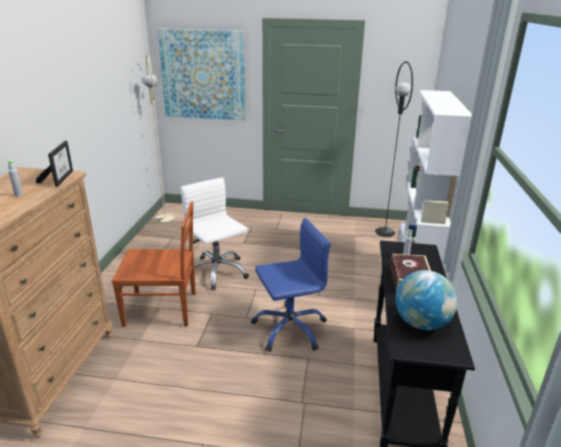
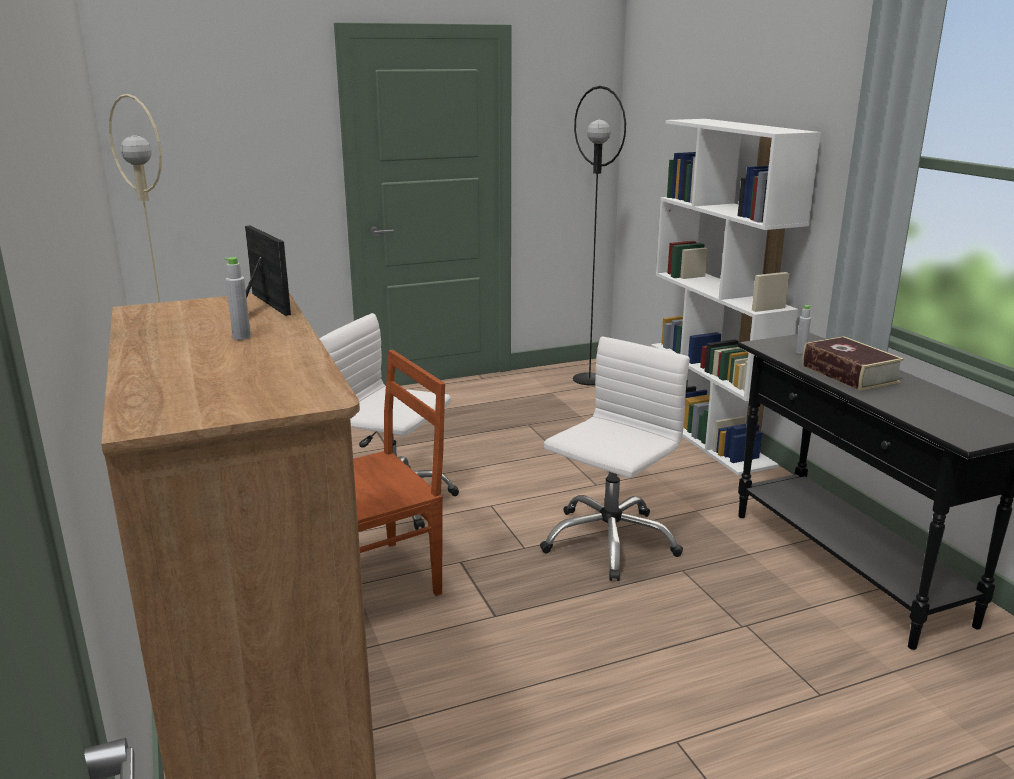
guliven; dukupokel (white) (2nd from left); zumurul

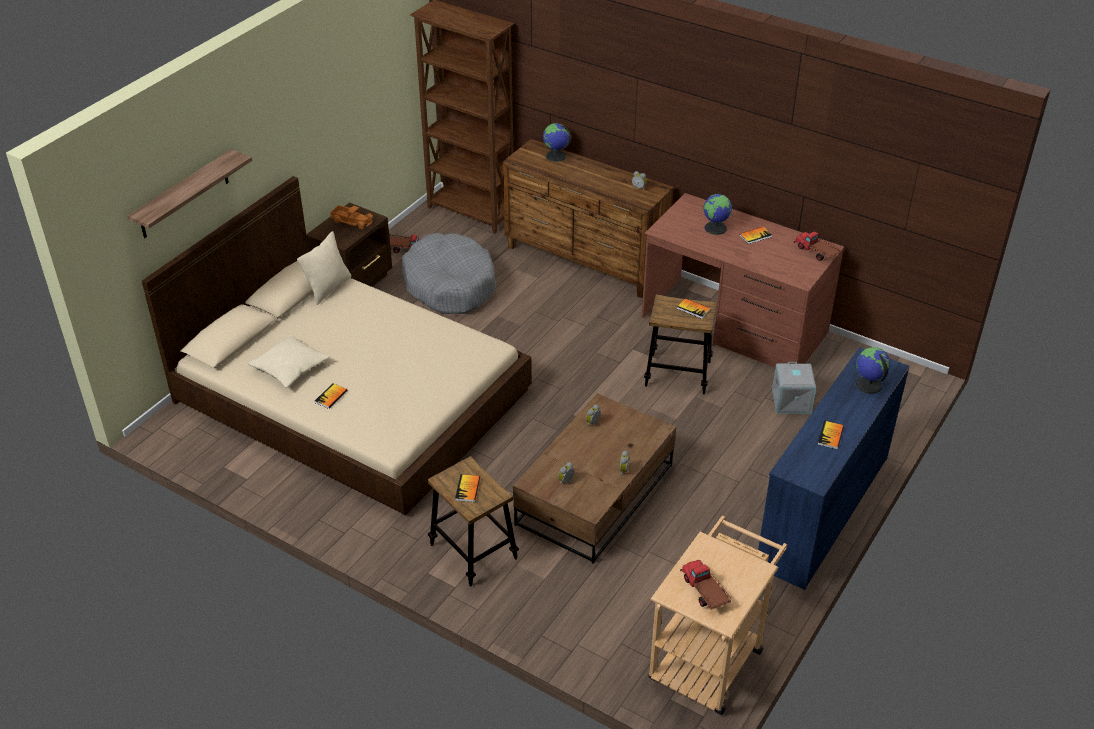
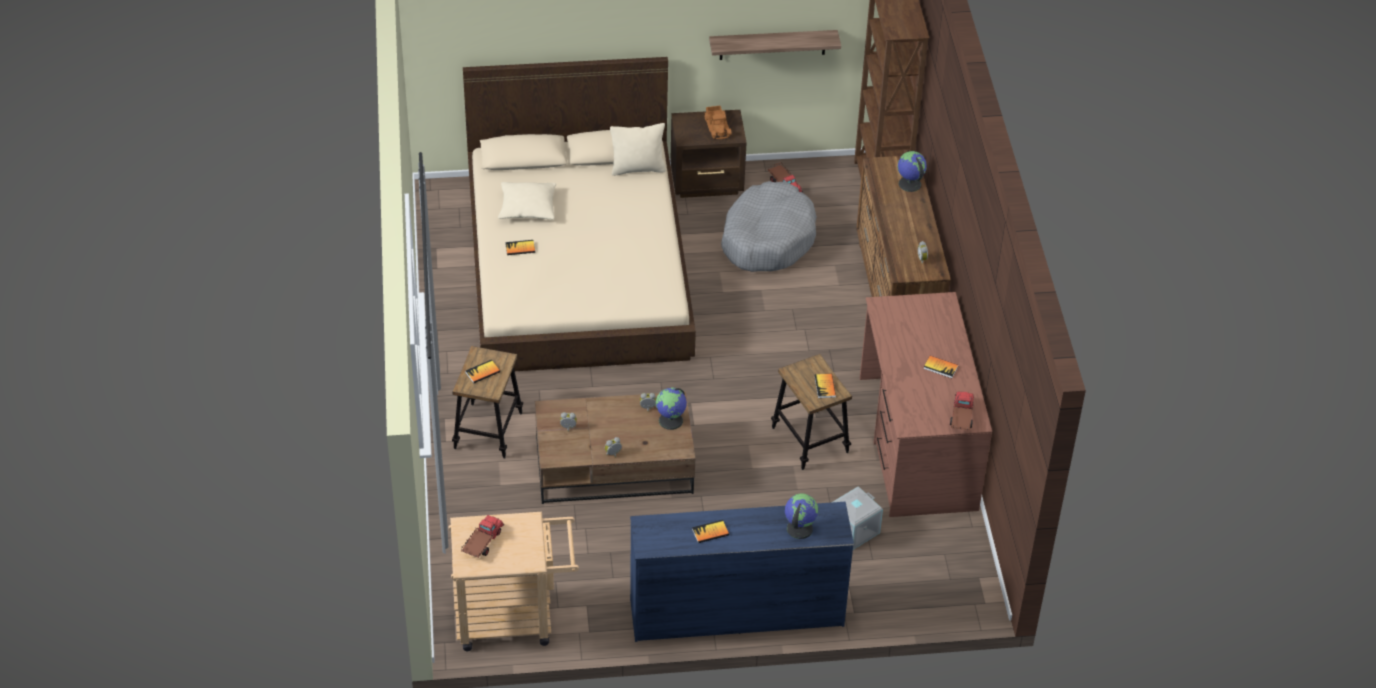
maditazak; zumurul (1st from left)

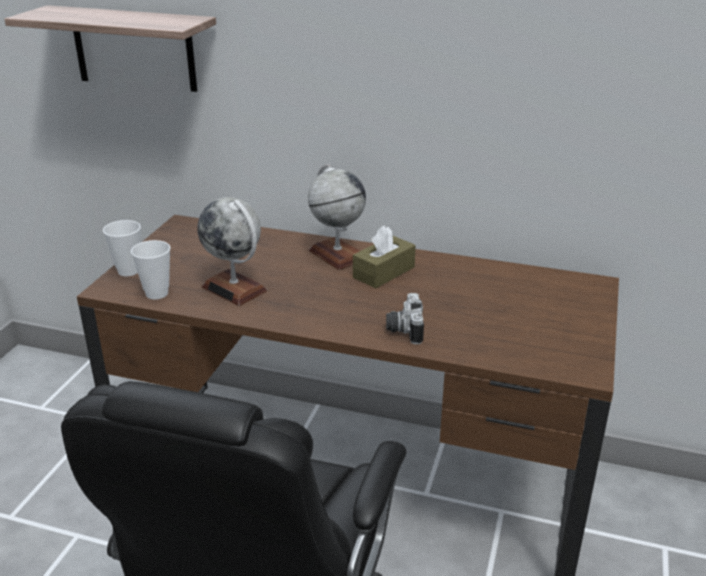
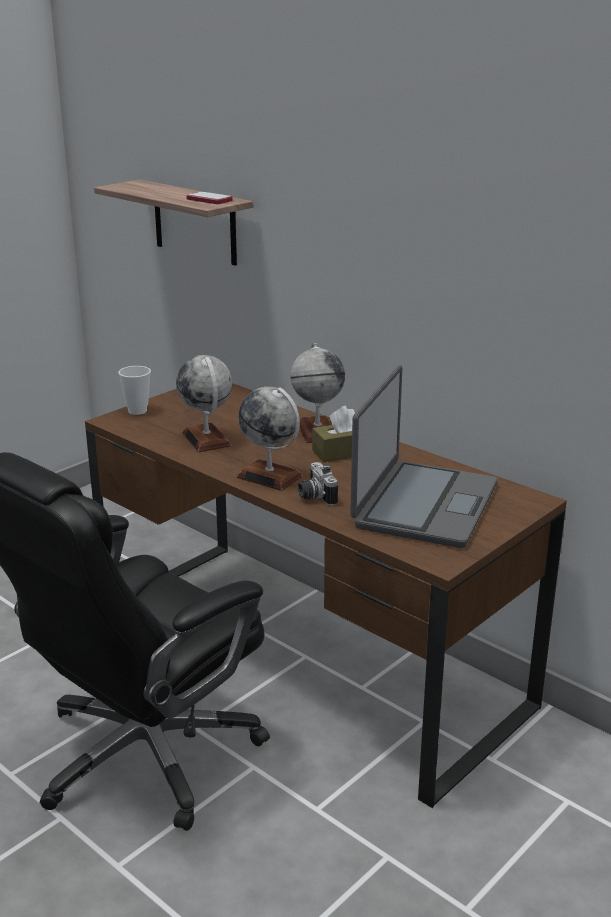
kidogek (2nd from left in the first image); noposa; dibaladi; zumurul (2nd from left); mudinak

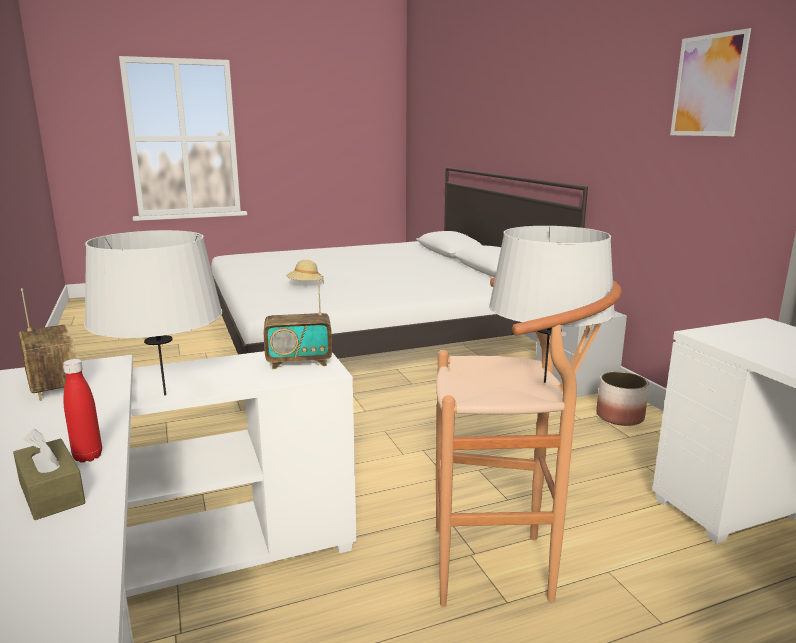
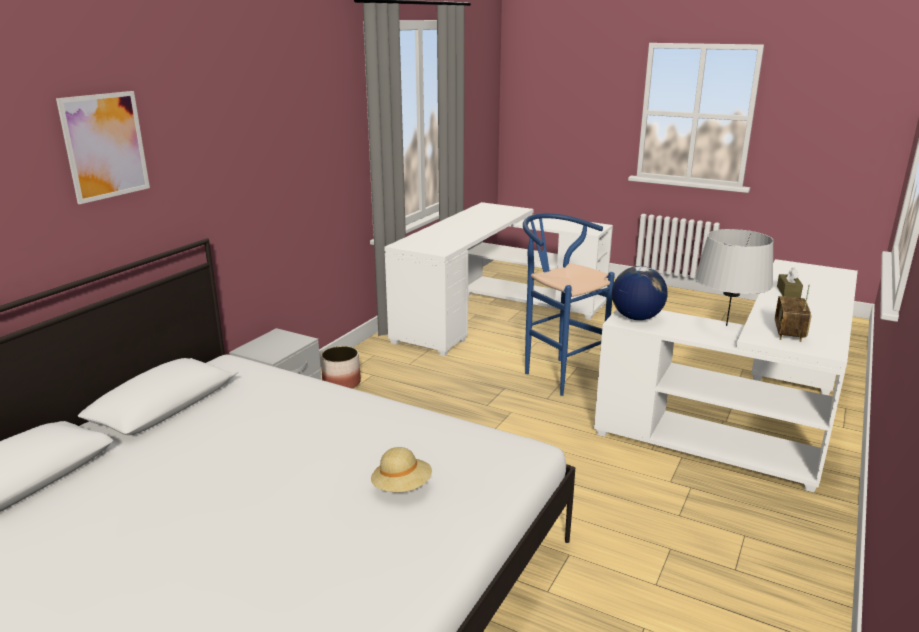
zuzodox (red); zumurul; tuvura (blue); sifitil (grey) (2nd from left in the first image); guliven

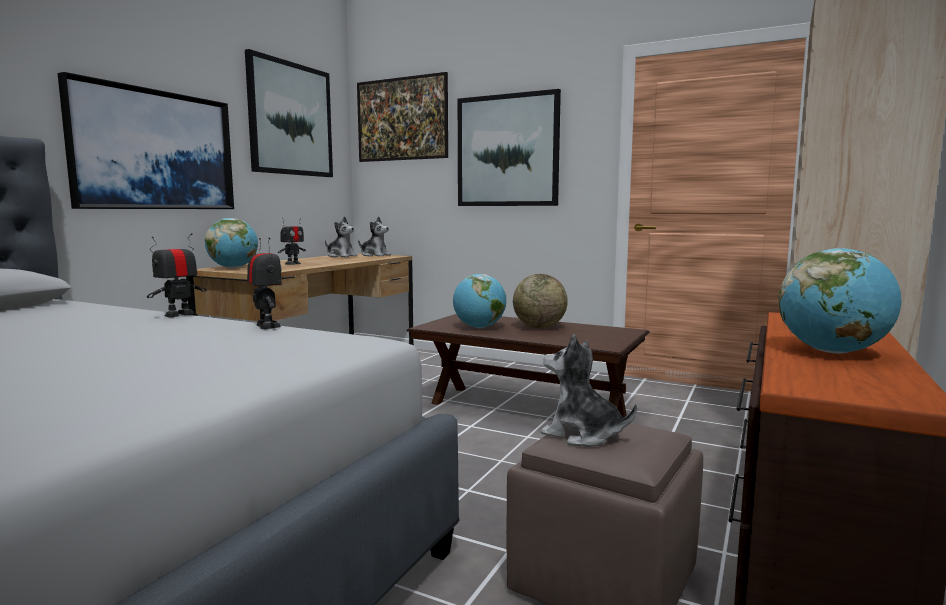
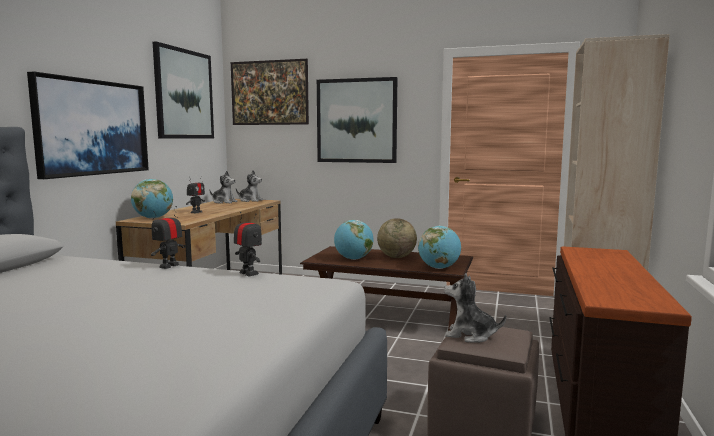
zumurul (4th from left)

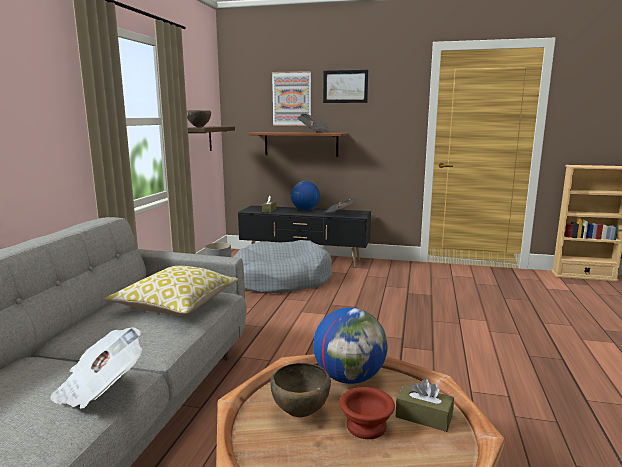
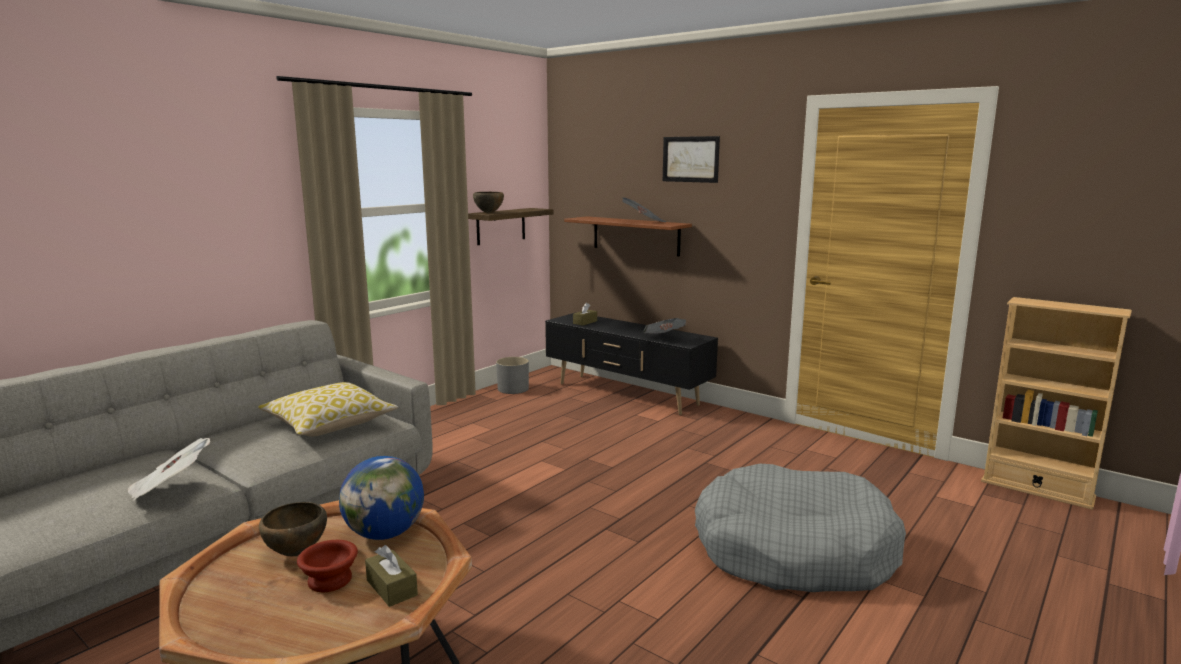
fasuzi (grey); guliven (1st from left in the first image); zumurul (1st from left in the first image)

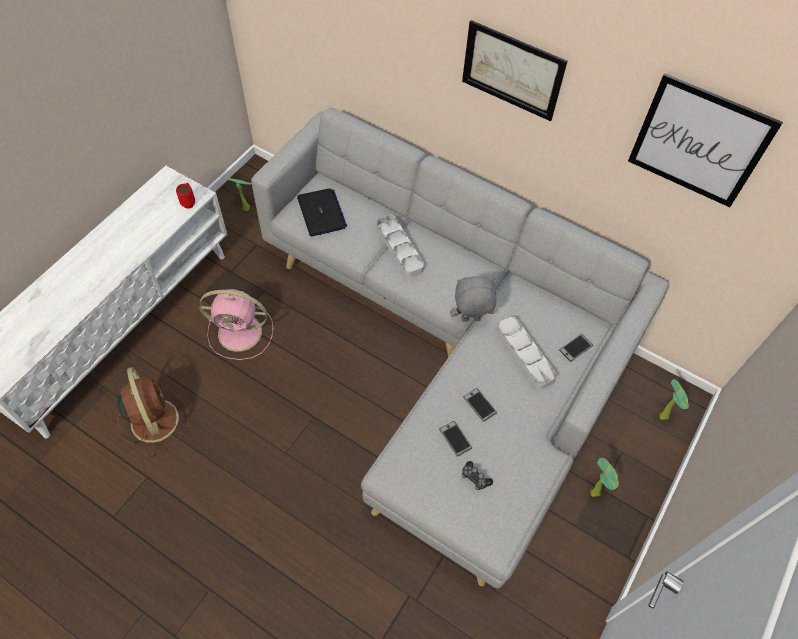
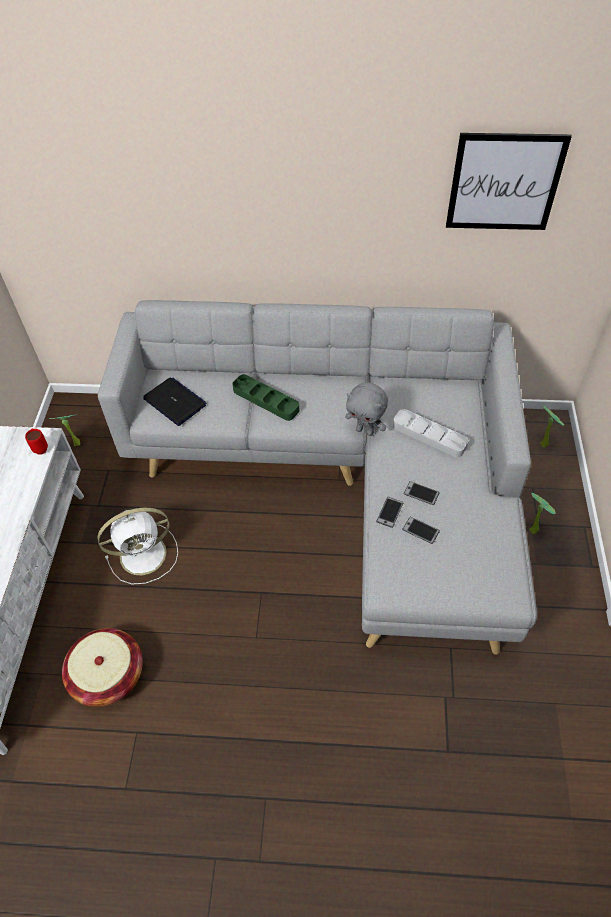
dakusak; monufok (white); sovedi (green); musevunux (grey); guliven (1st from left in the first image); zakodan; dibaladi (1st from left)

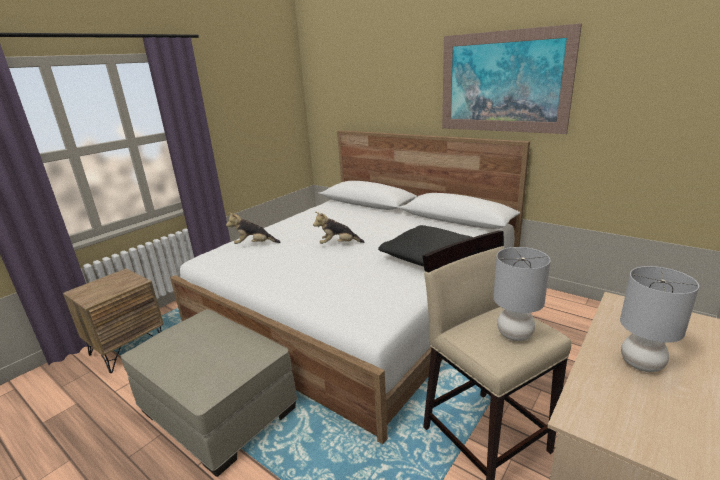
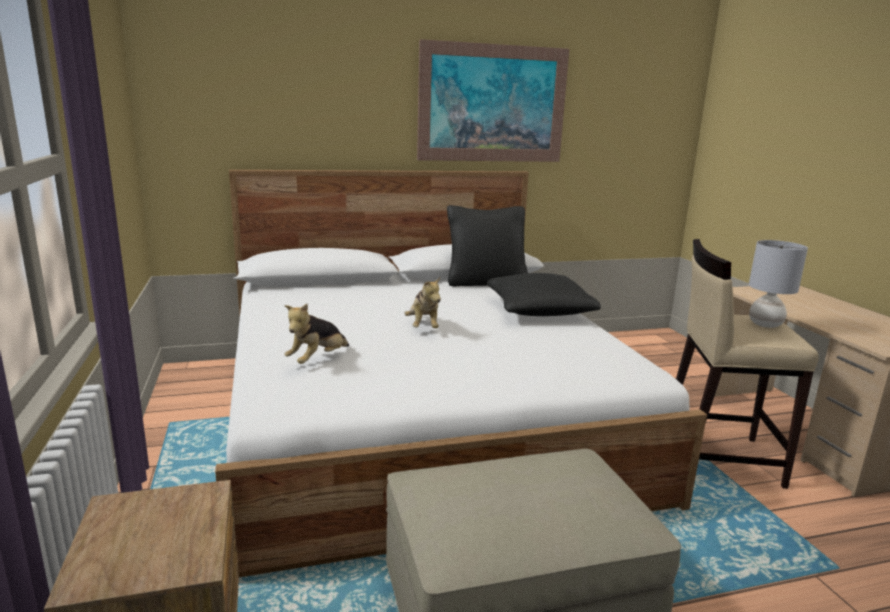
musevunux (2nd from left); sifitil (grey) (2nd from left in the first image); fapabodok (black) (1st from left)

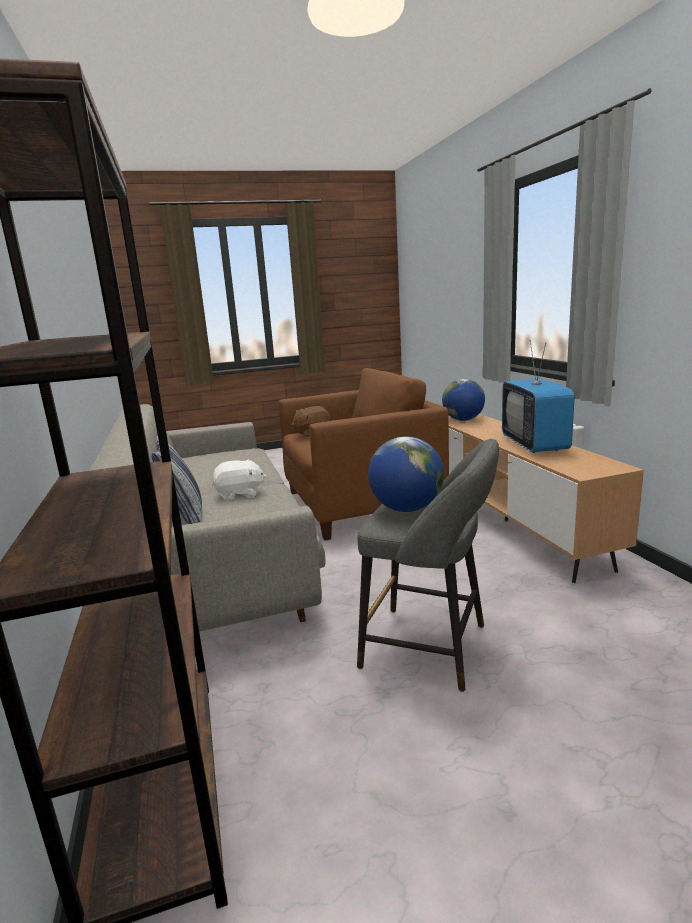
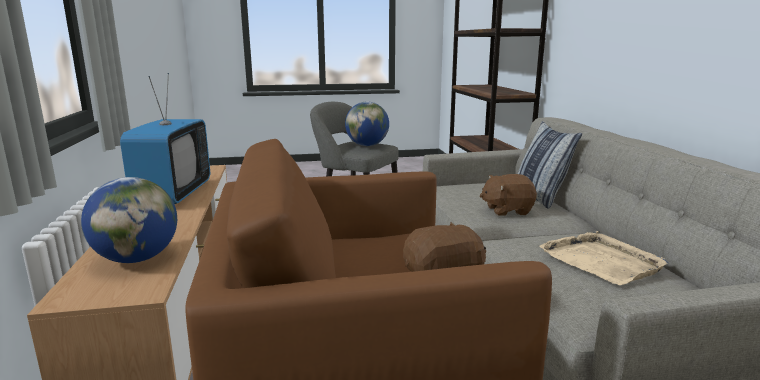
musevunux (brown) (2nd from left); sovedi (beige)

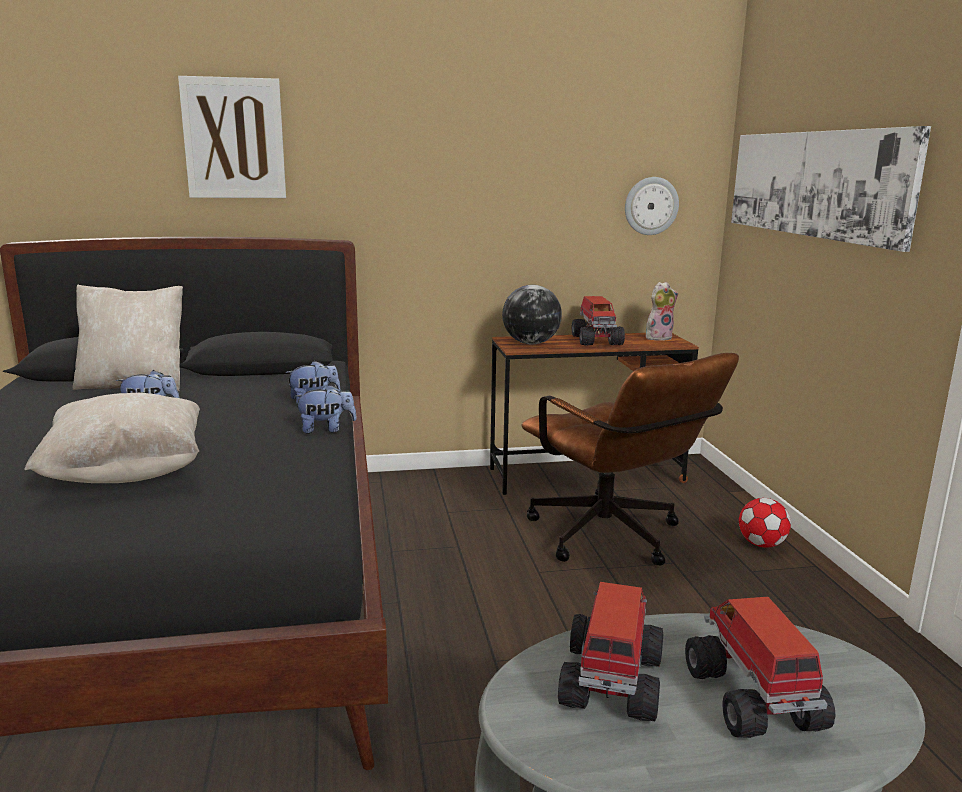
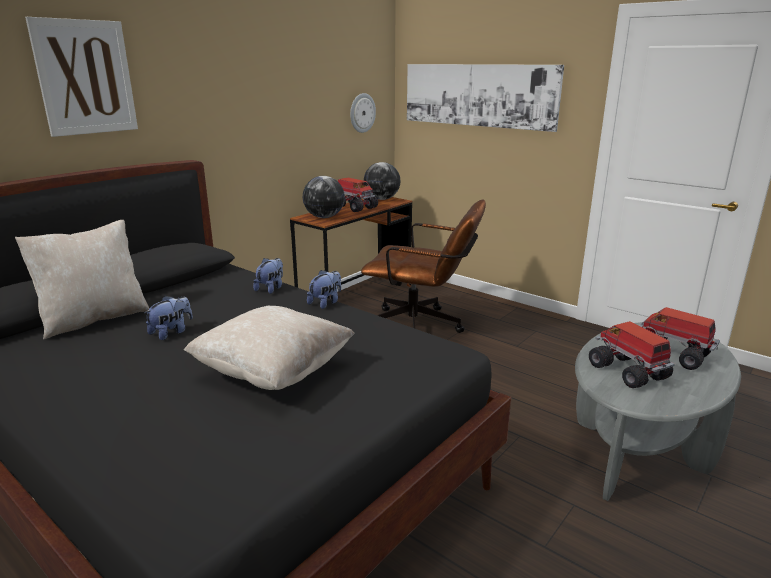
zumurul (2nd from left); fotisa

